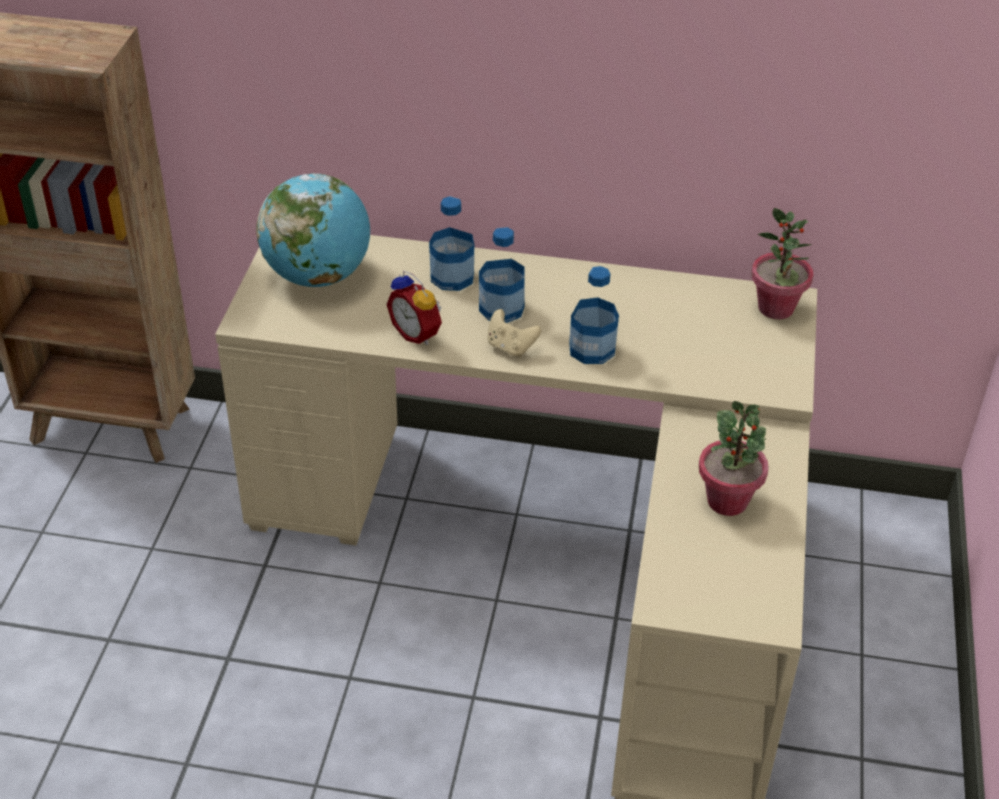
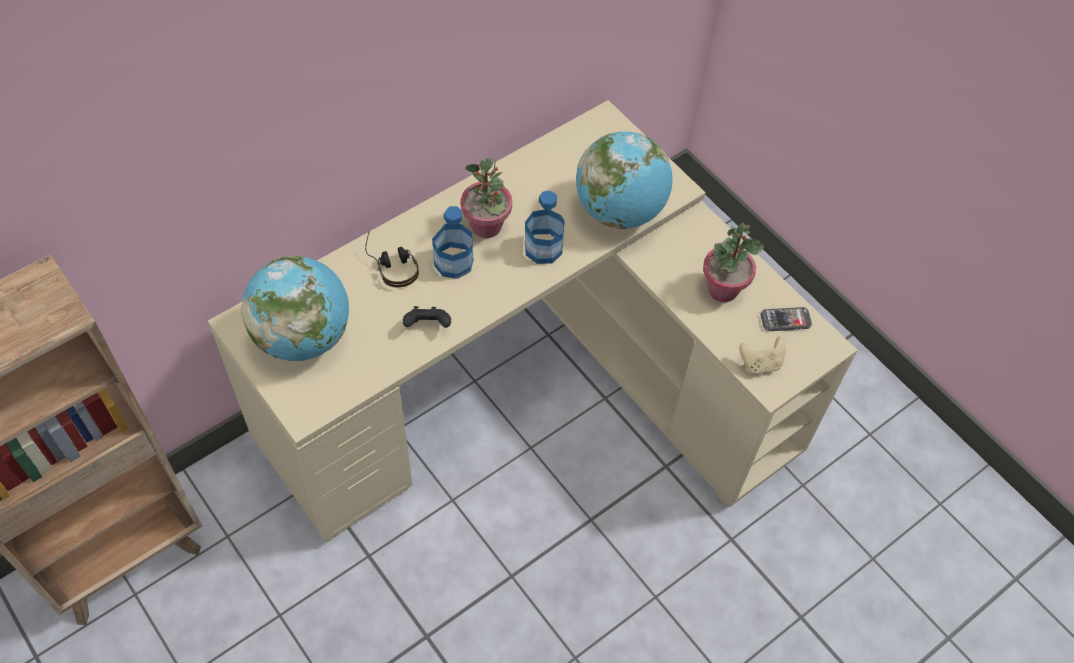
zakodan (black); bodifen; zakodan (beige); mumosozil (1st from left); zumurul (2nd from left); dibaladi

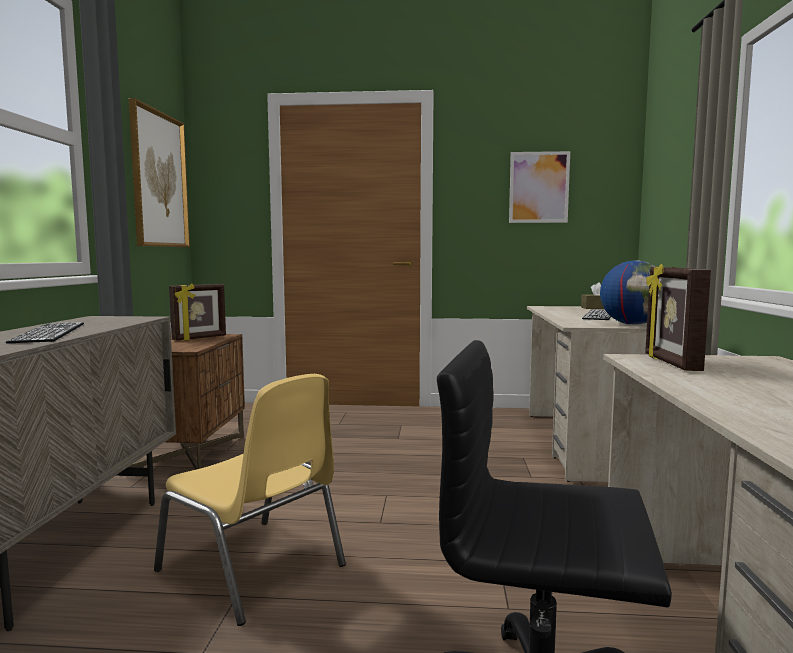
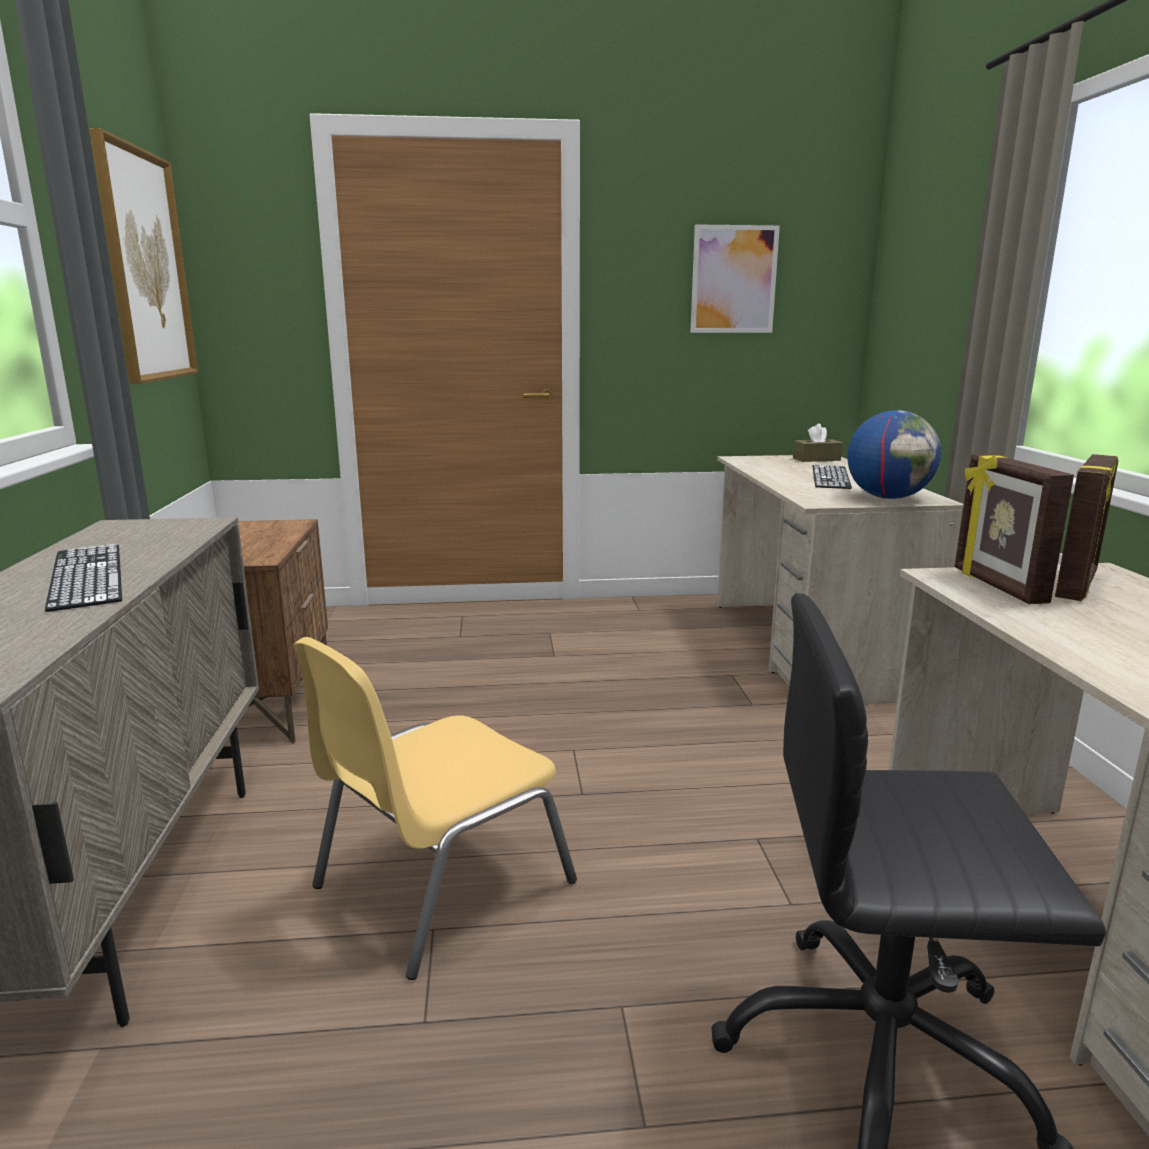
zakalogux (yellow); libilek (2nd from left)

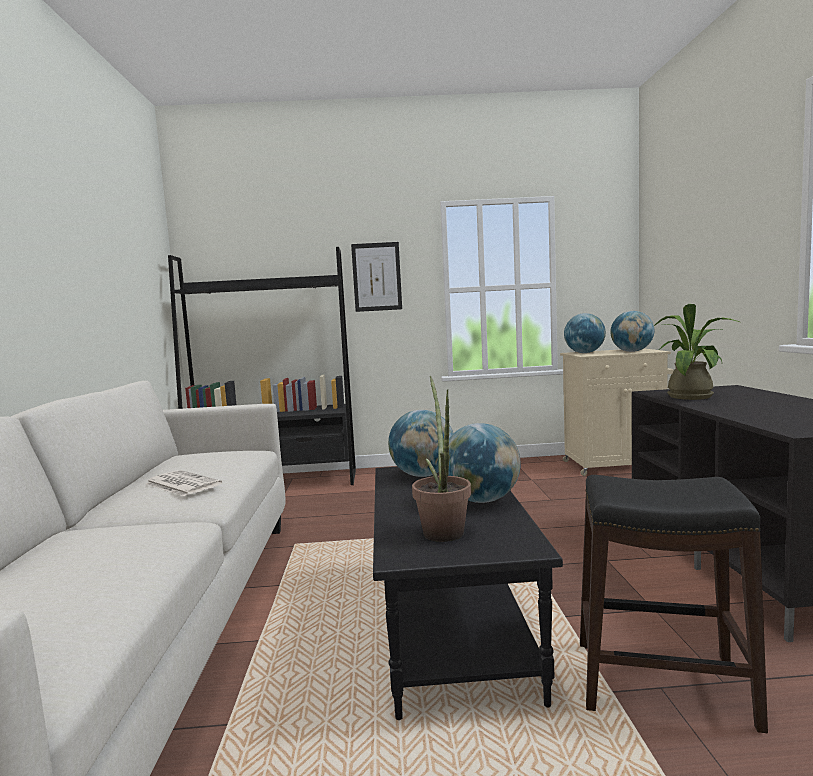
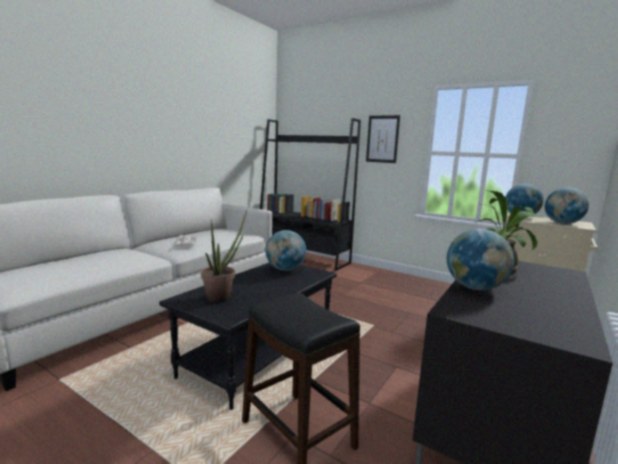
zumurul (2nd from left)

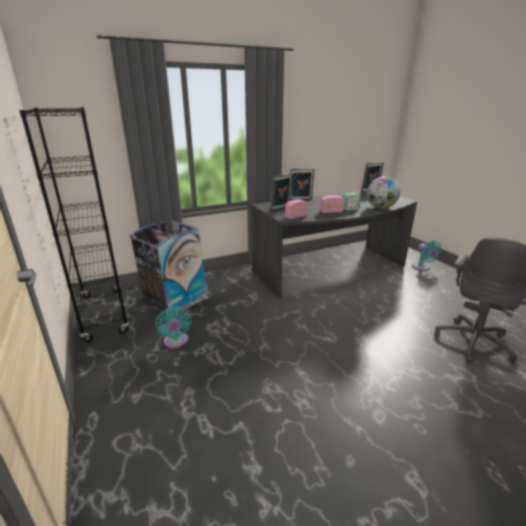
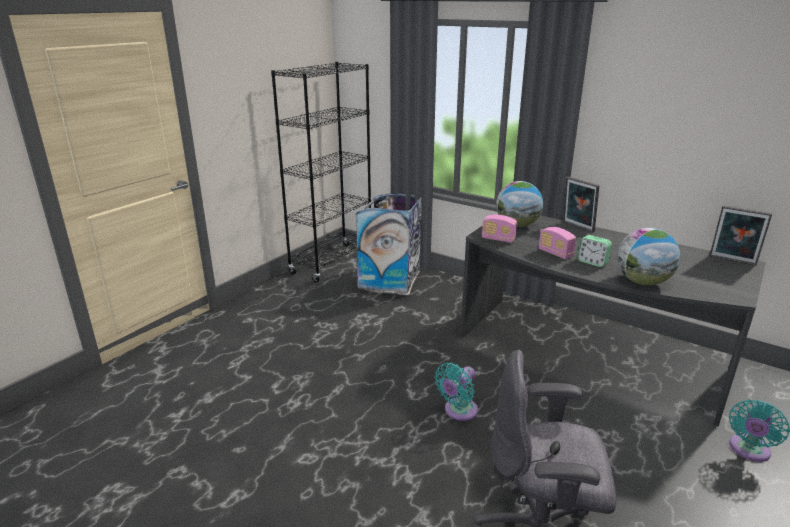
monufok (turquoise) (1st from left); zumurul (1st from left)

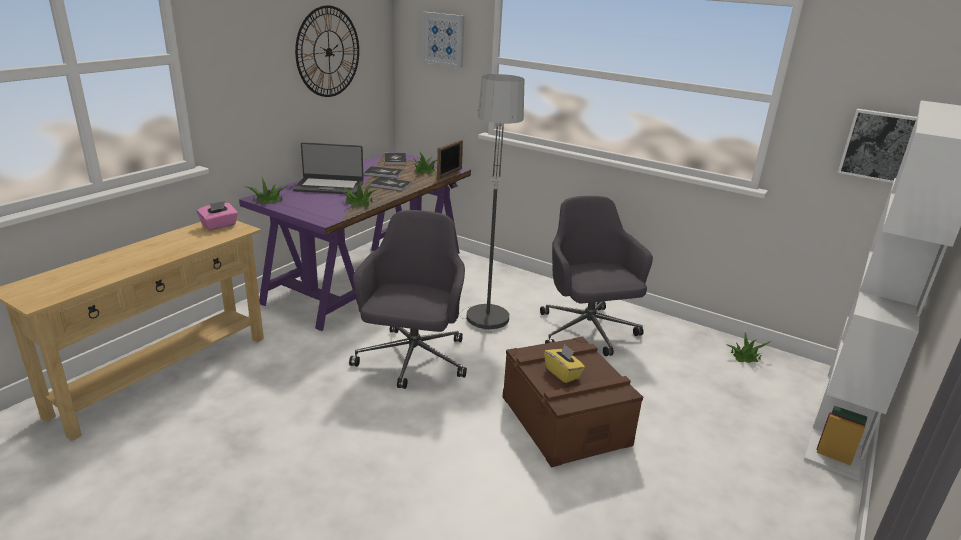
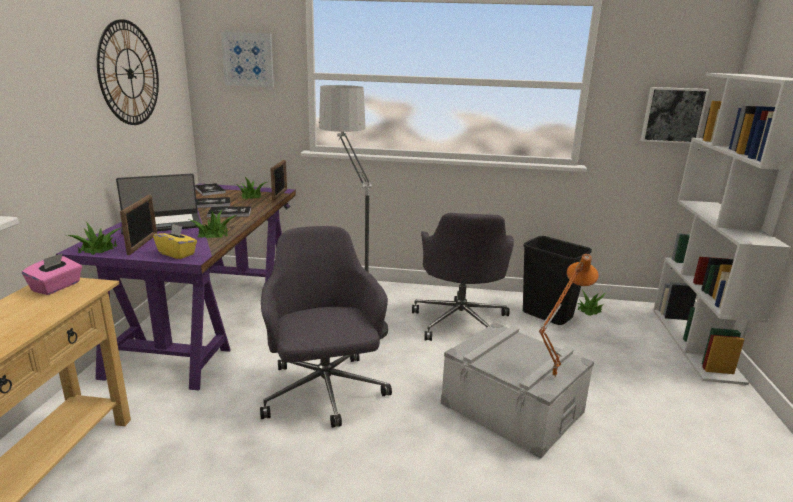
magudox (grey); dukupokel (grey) (2nd from left); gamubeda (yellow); libilek (1st from left); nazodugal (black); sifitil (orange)

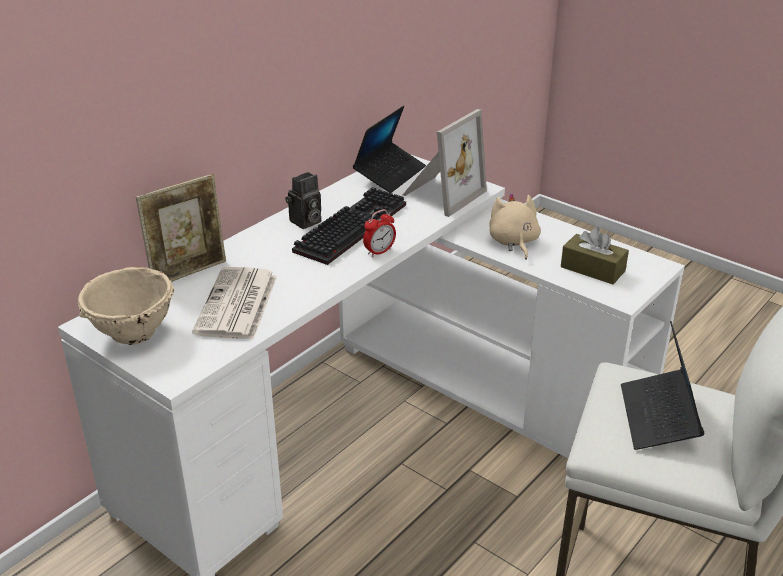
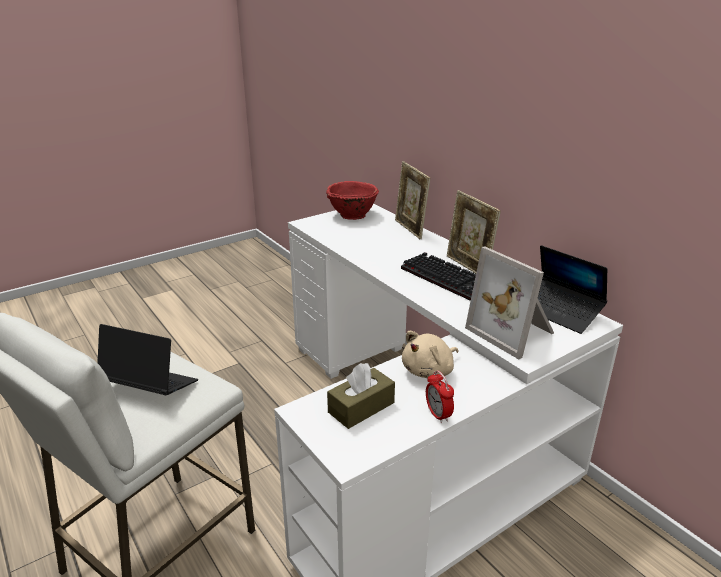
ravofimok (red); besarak; libilek (2nd from left); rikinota; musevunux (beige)

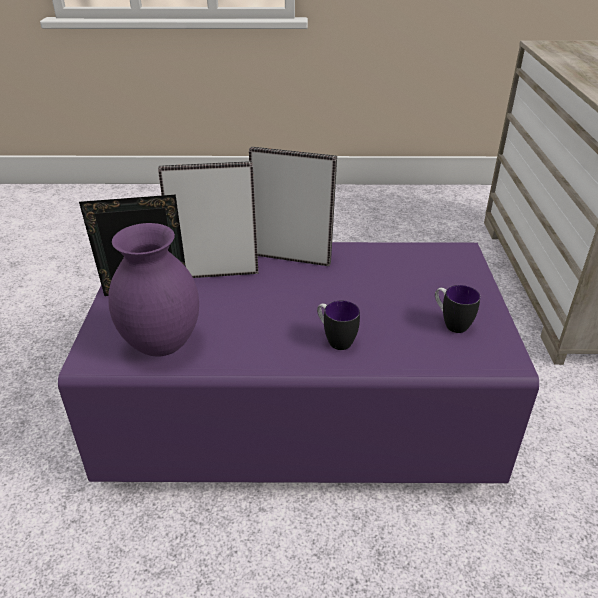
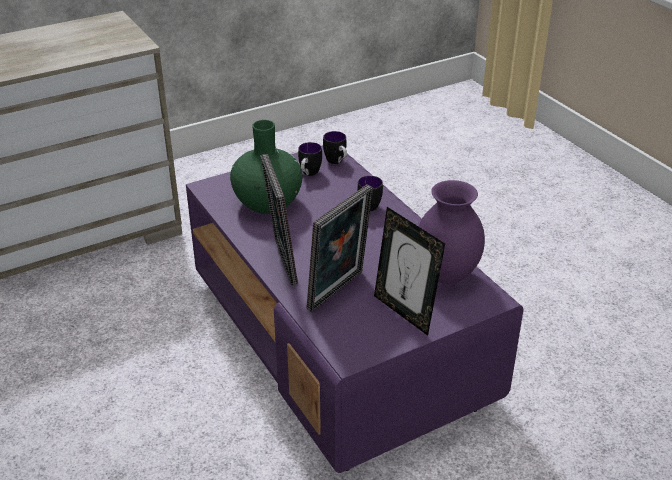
libilek (2nd from left); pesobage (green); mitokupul (2nd from left)

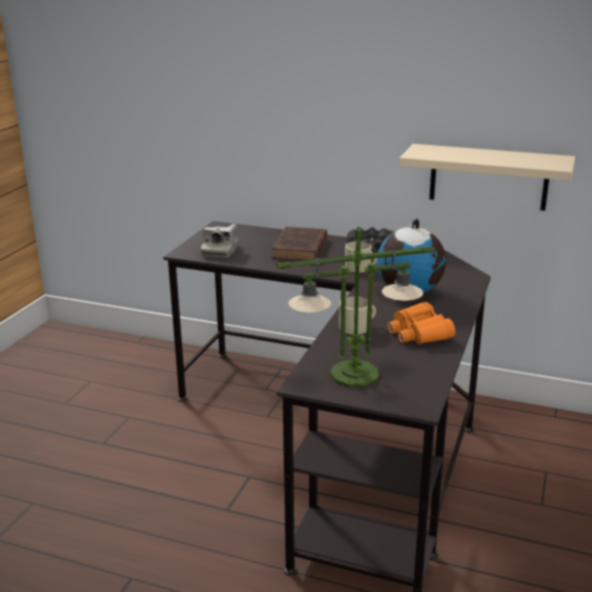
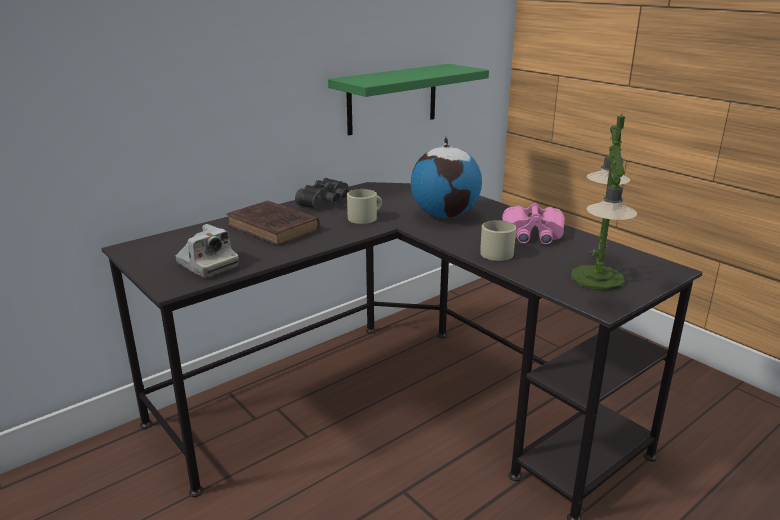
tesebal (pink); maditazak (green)

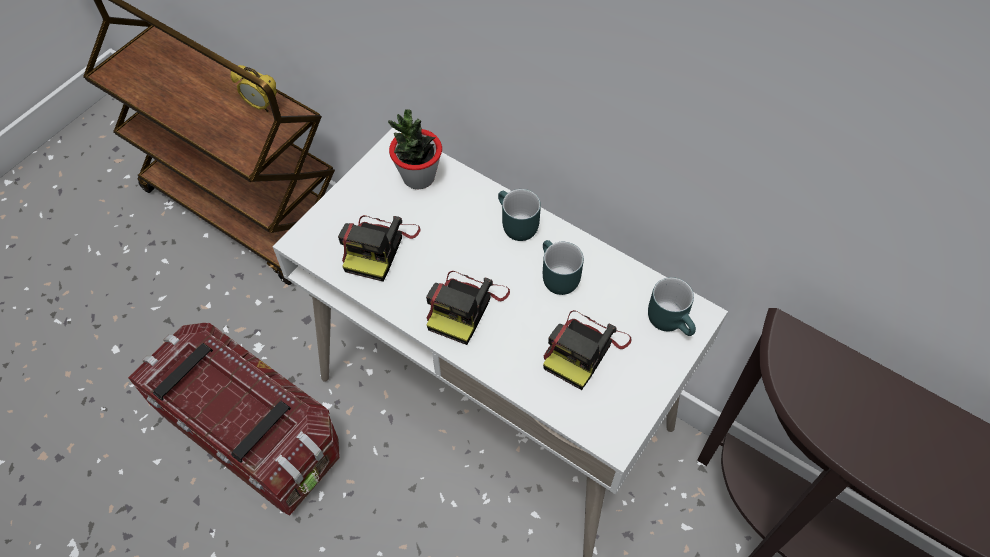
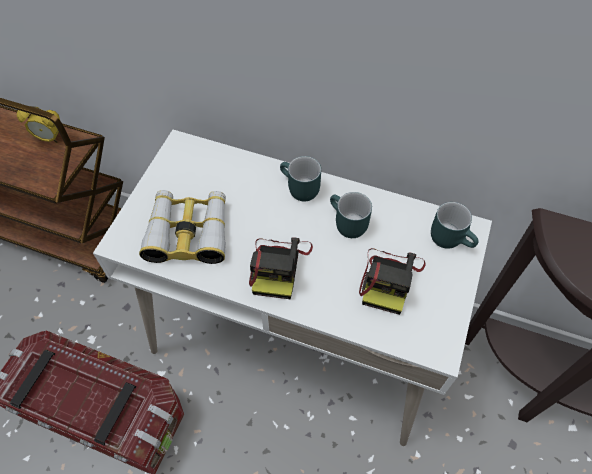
tesebal; mumosozil

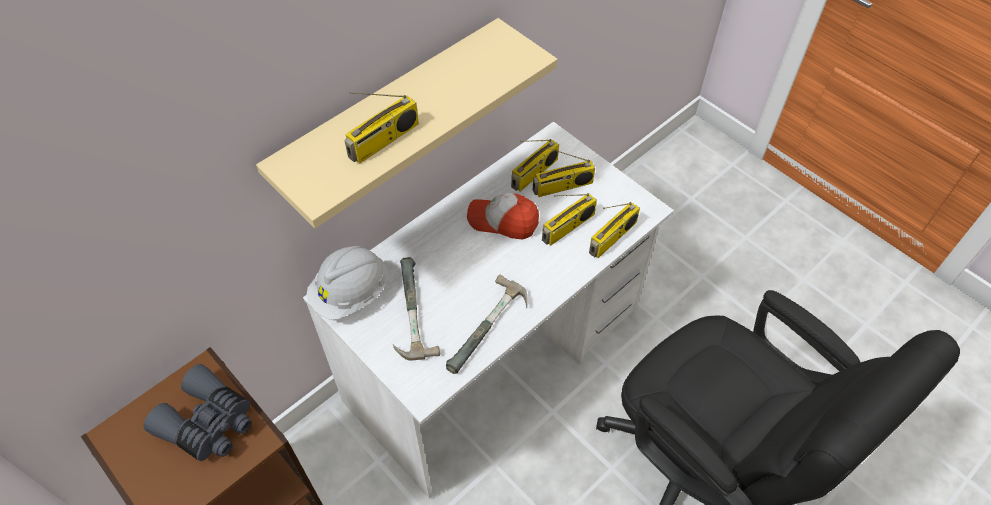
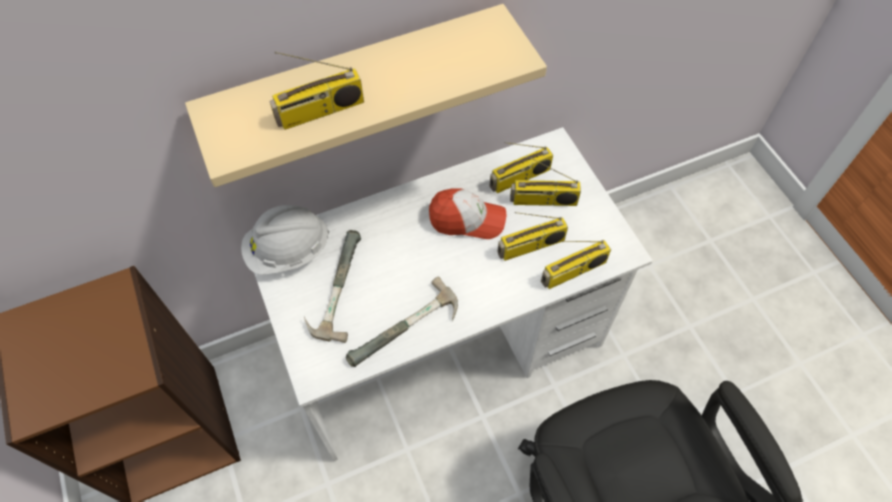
tesebal (grey); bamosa

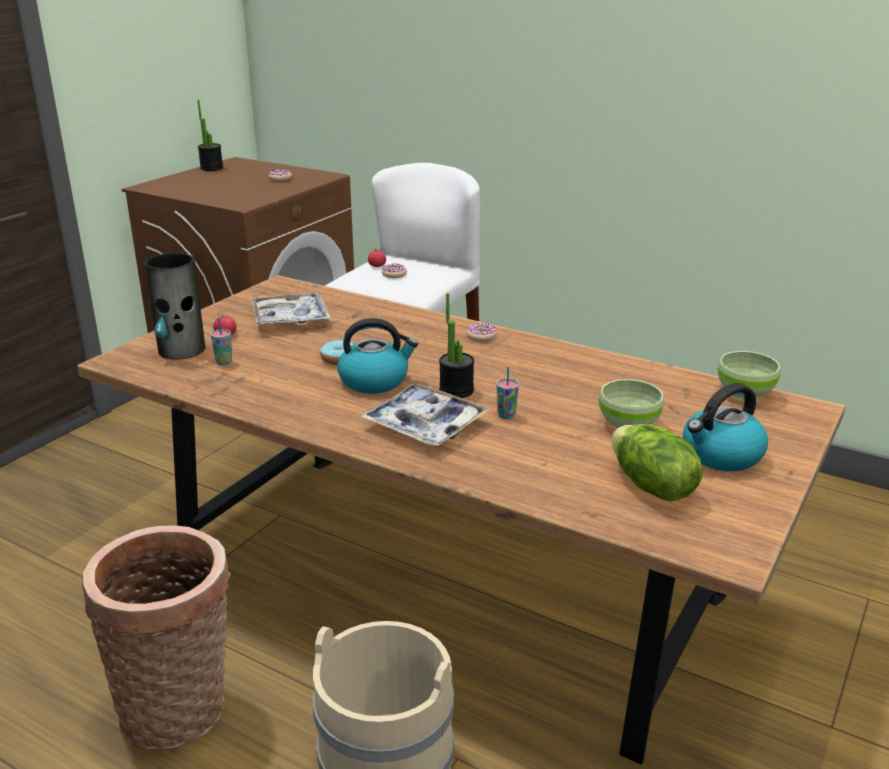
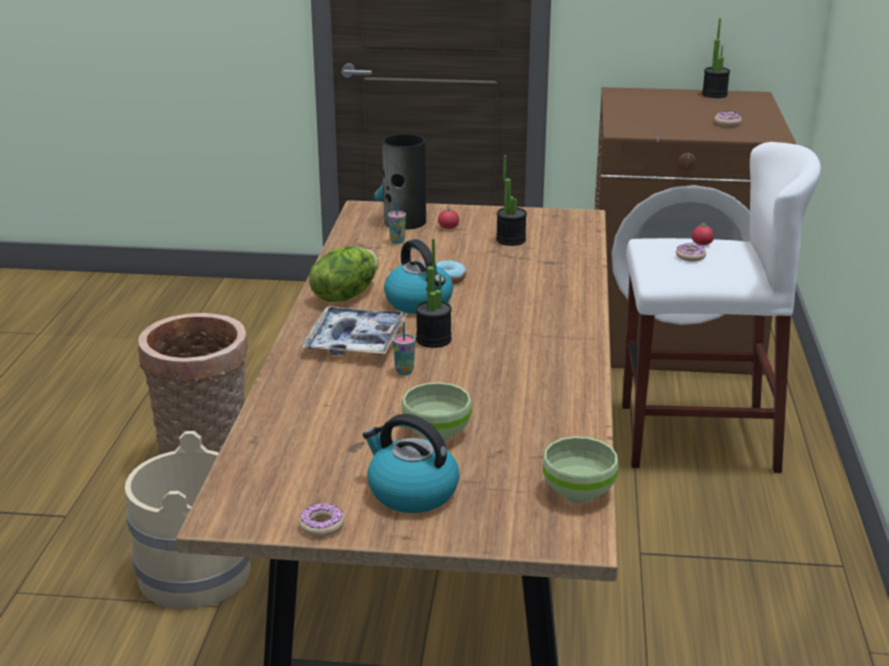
mumosozil (2nd from left); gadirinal (1st from left); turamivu

